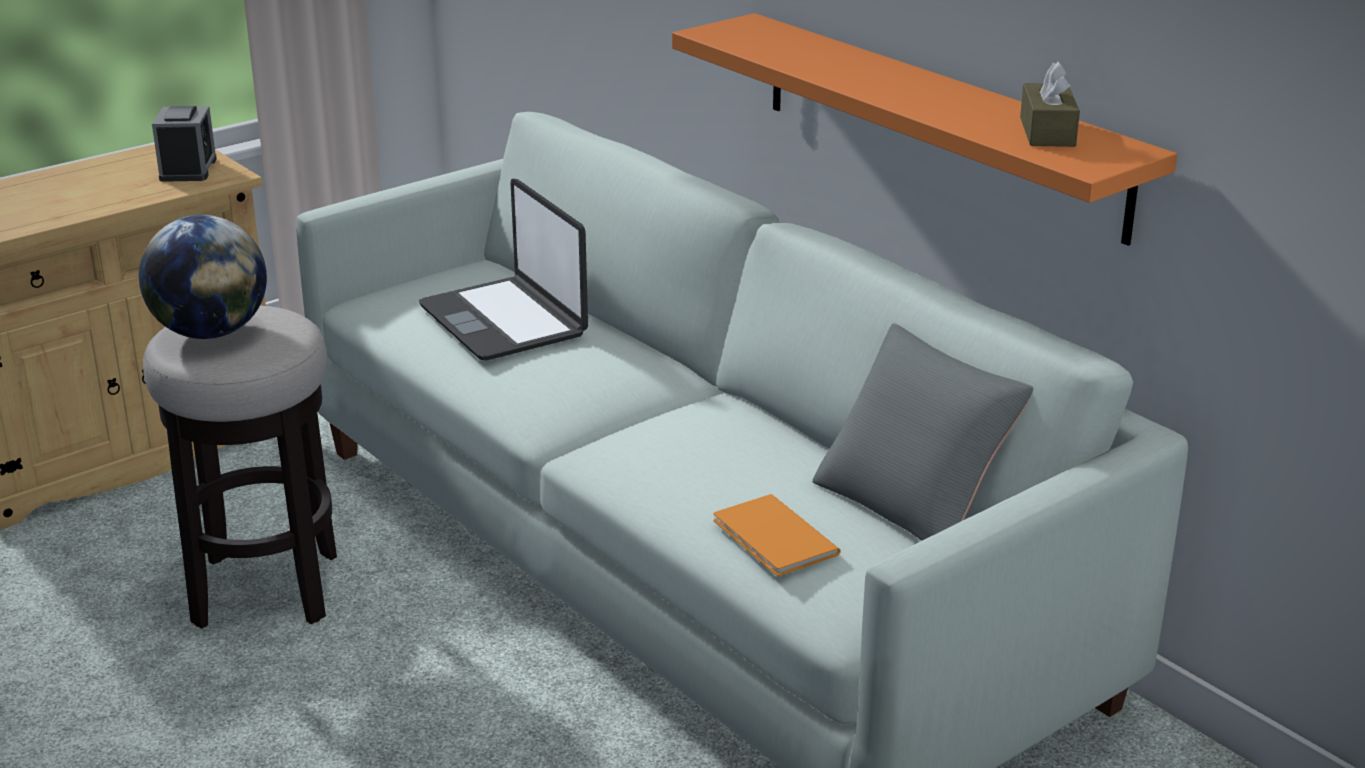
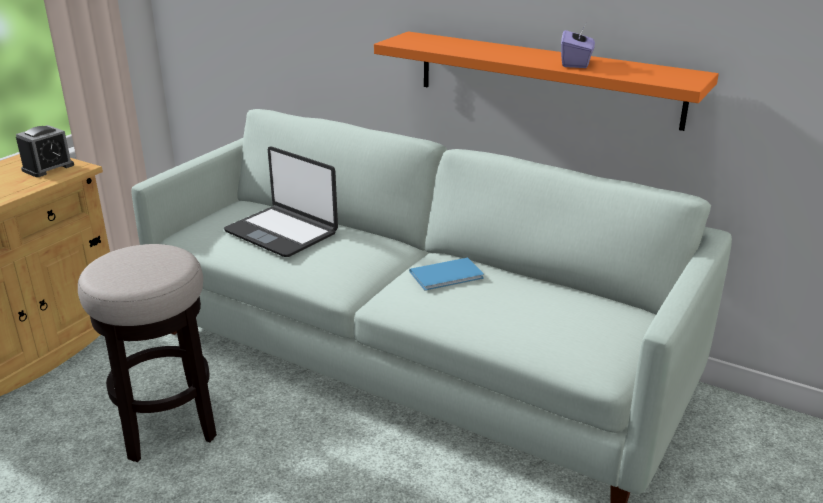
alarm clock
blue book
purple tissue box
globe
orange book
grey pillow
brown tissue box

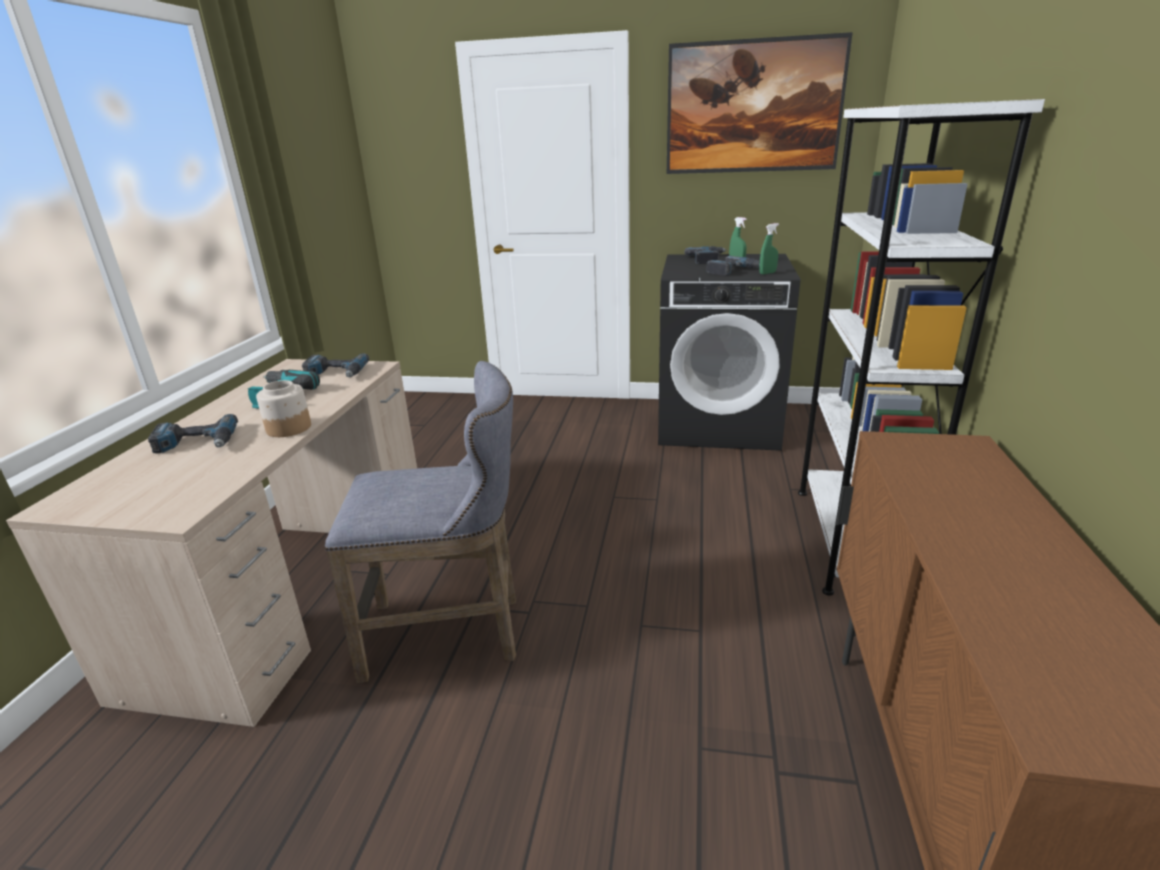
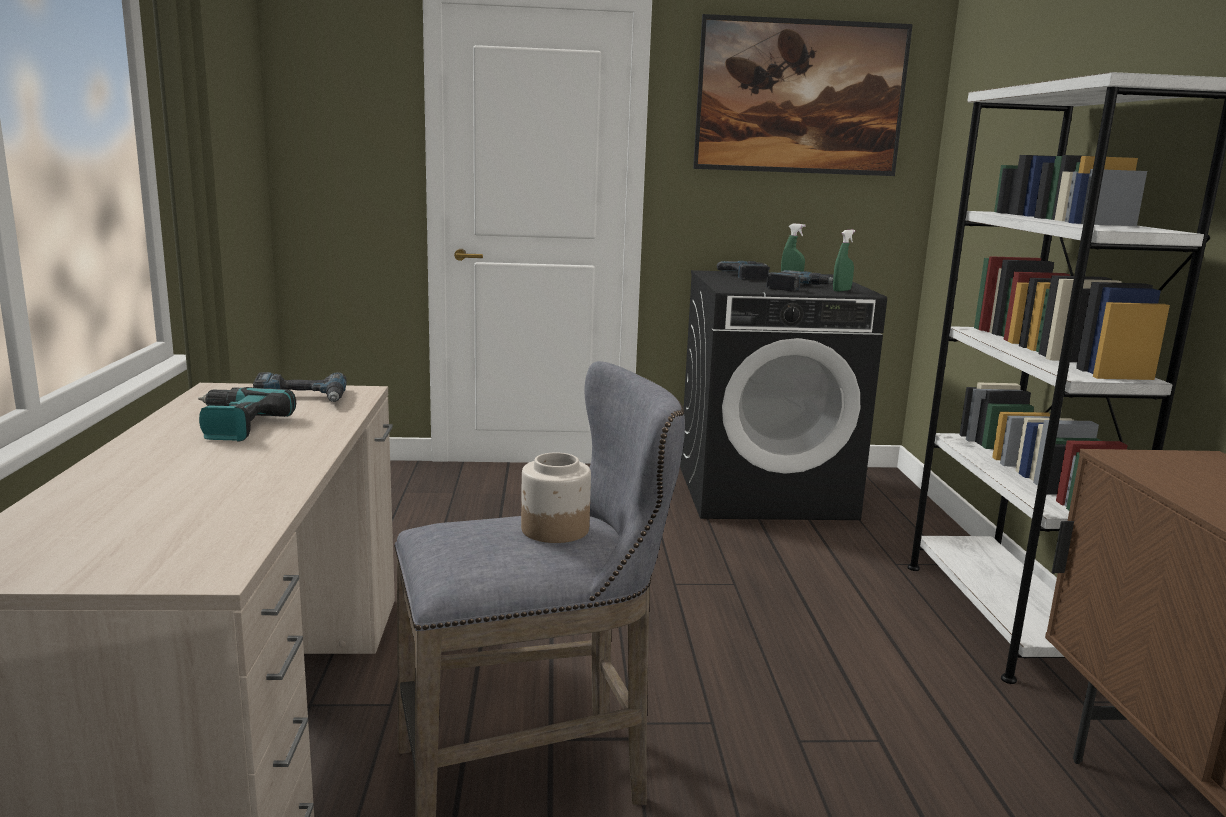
jar
power drill (no. 1 from left in the first image)

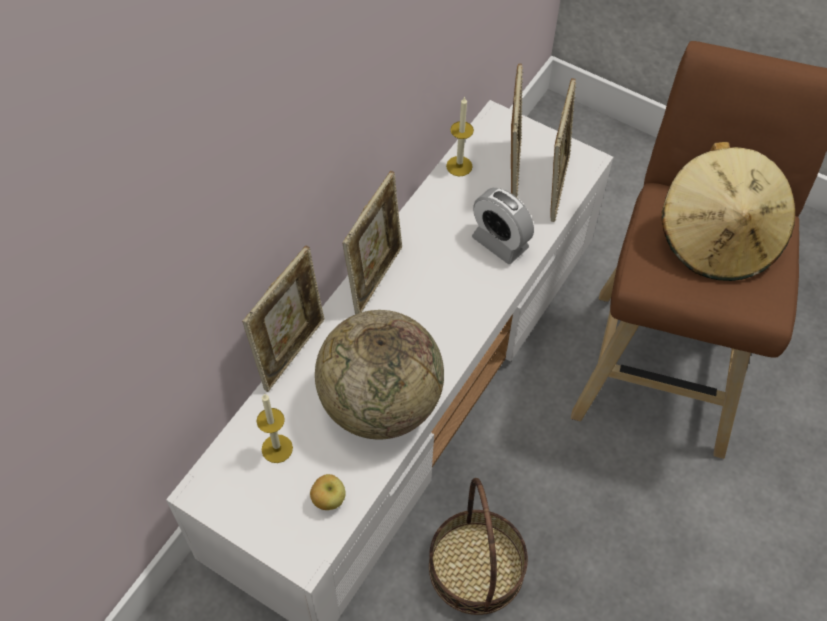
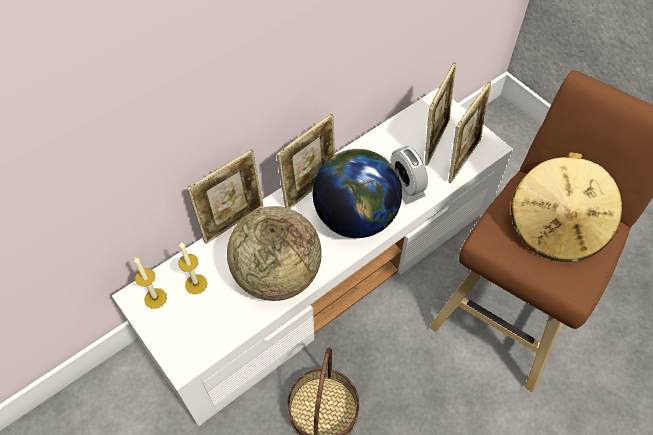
candle (no. 1 from left)
globe (no. 2 from left)
apple

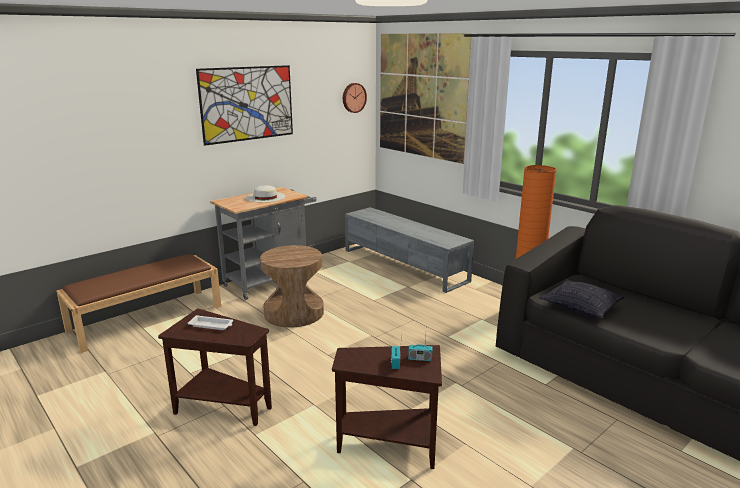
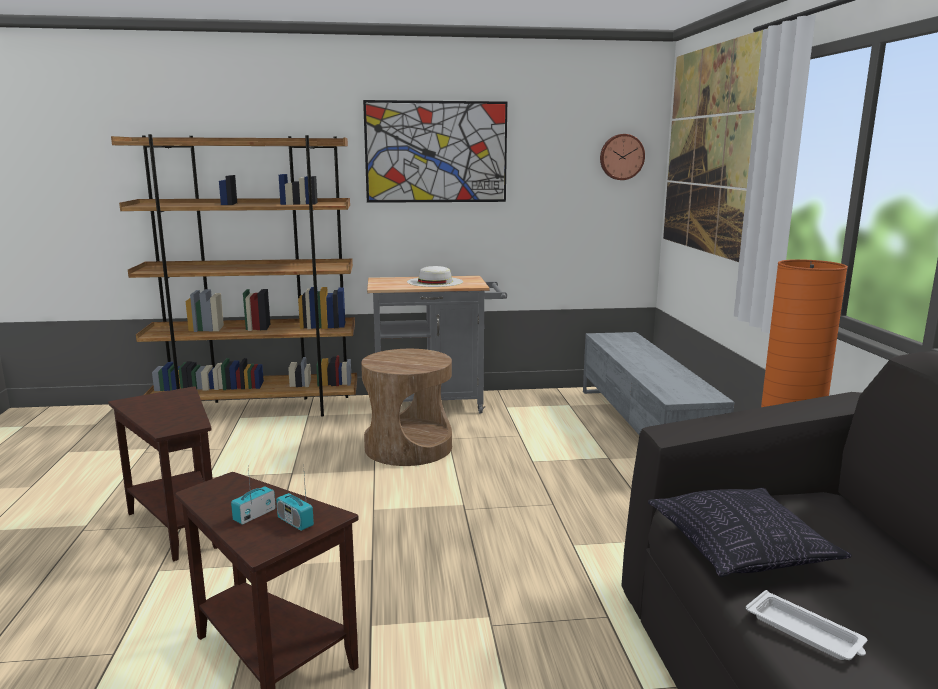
brown bookcase
white tray

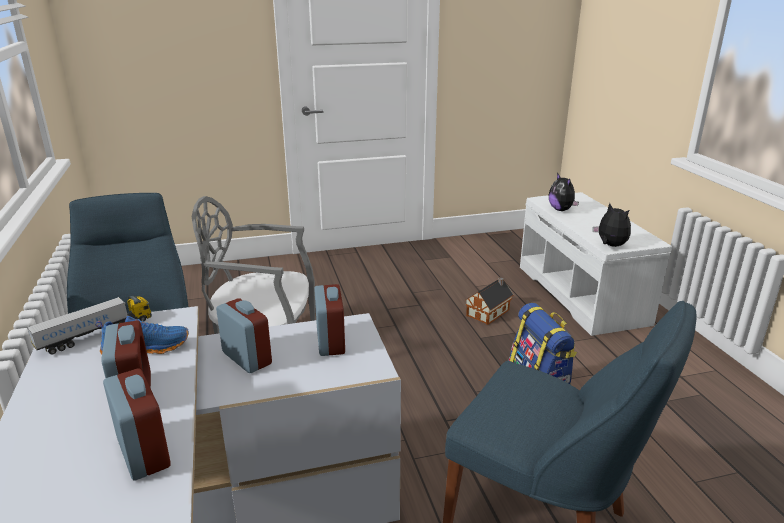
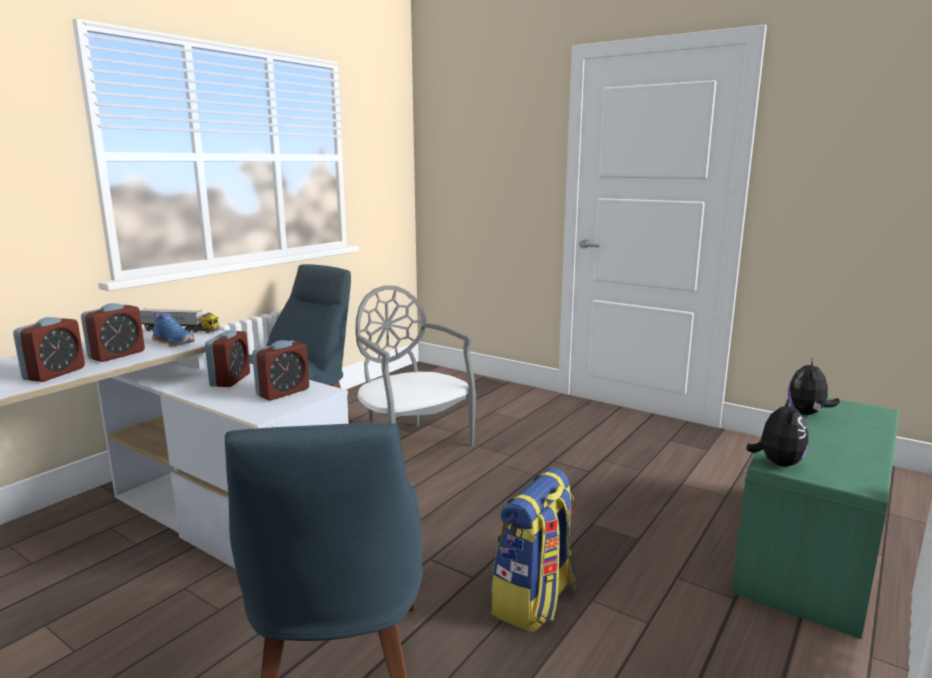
green bench
toy house

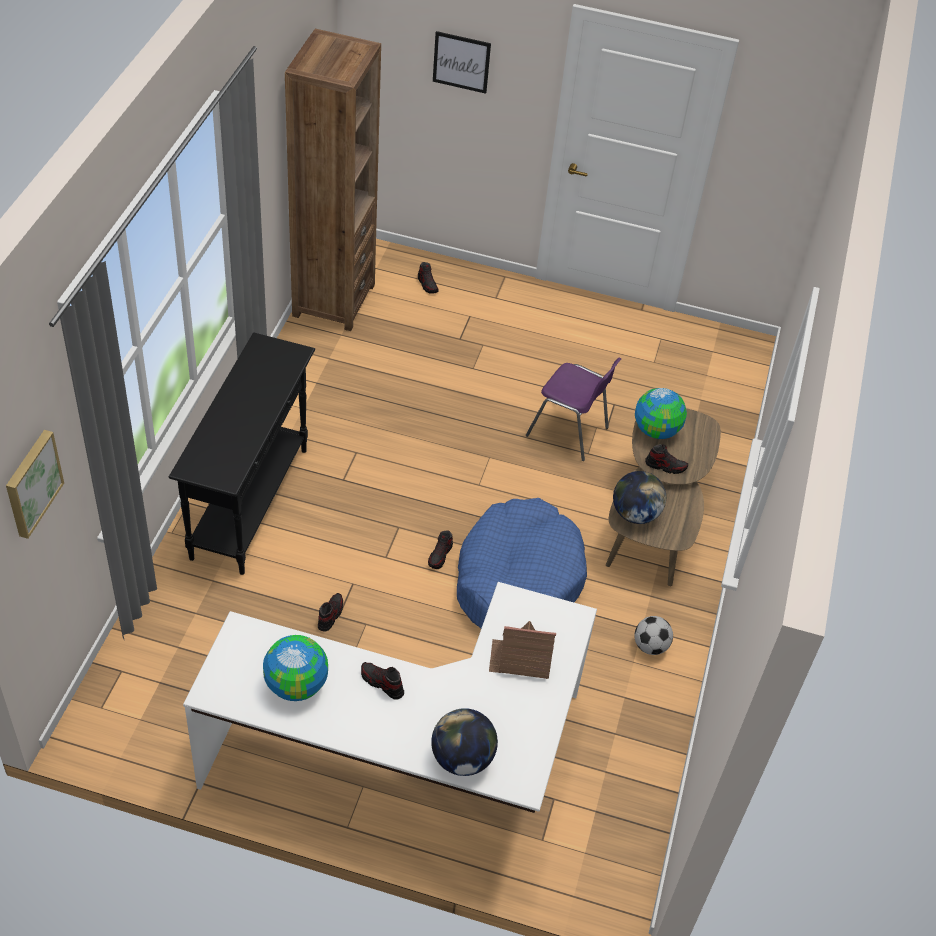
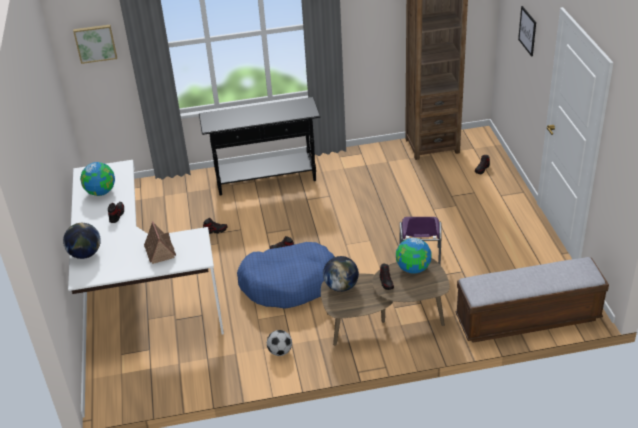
bench

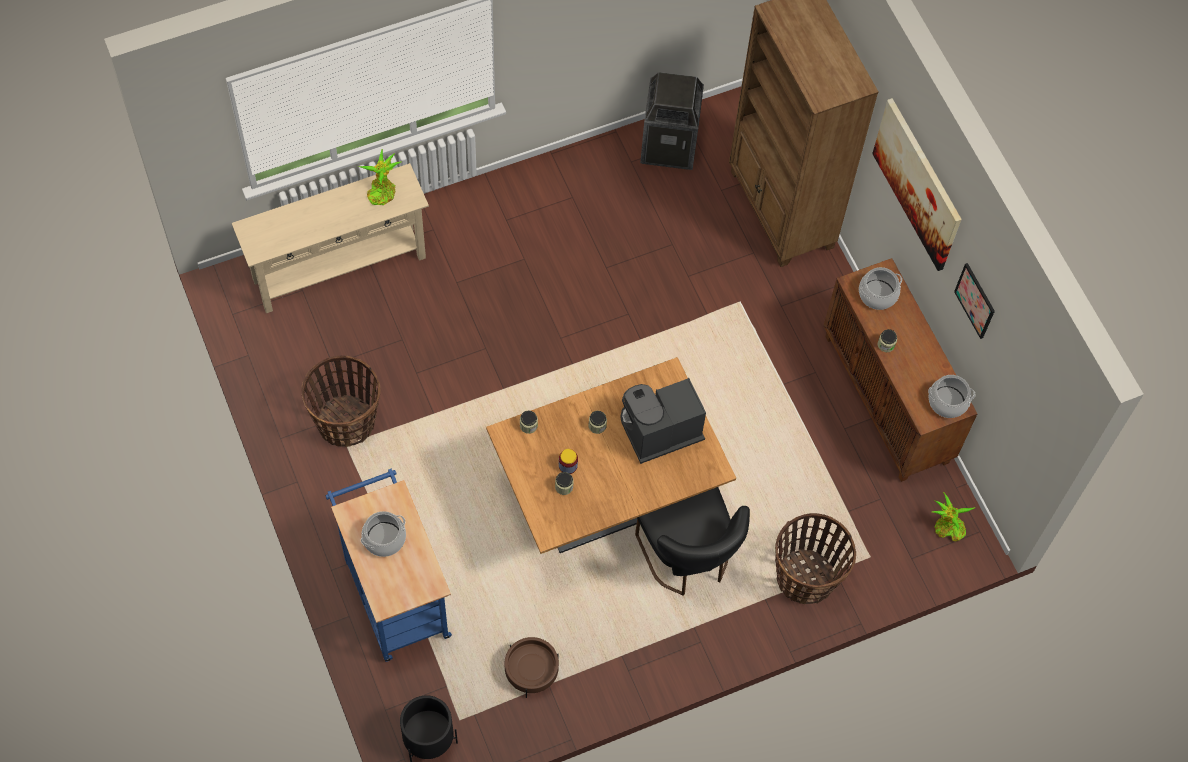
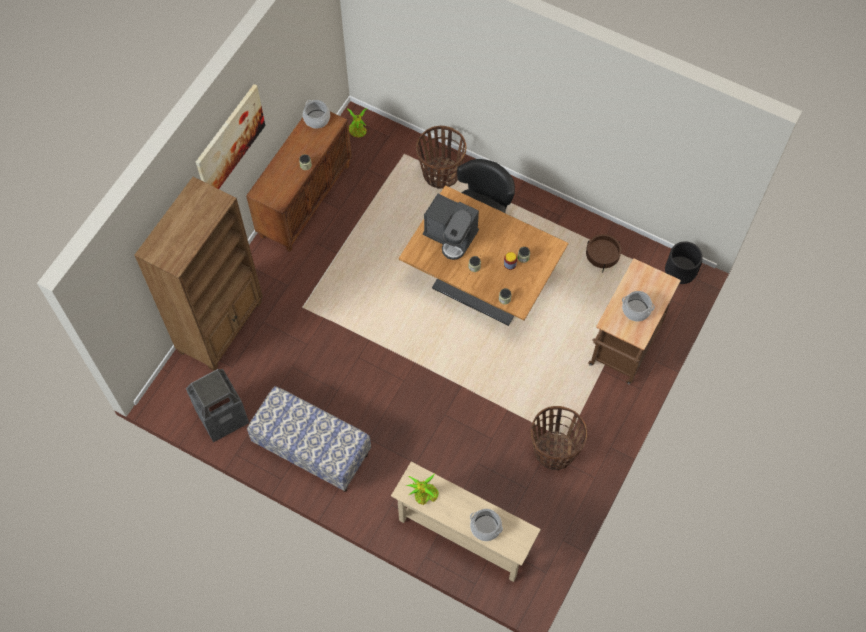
bench
cooking pot (no. 2 from left)
brown cart
picture (no. 2 from left in the first image)

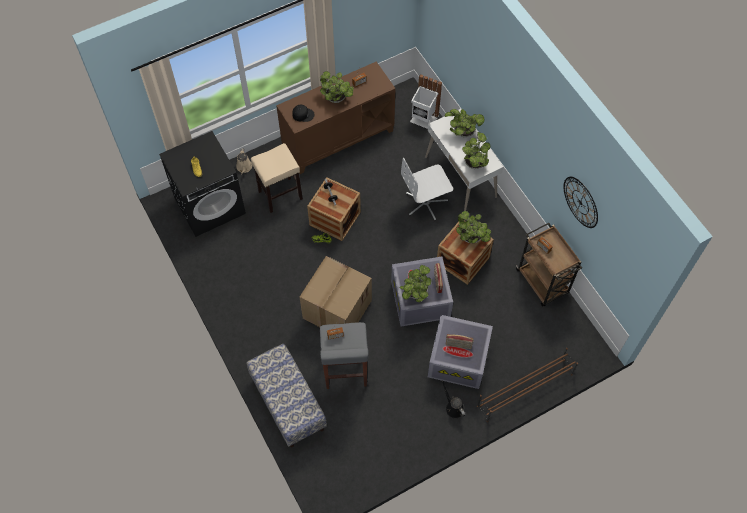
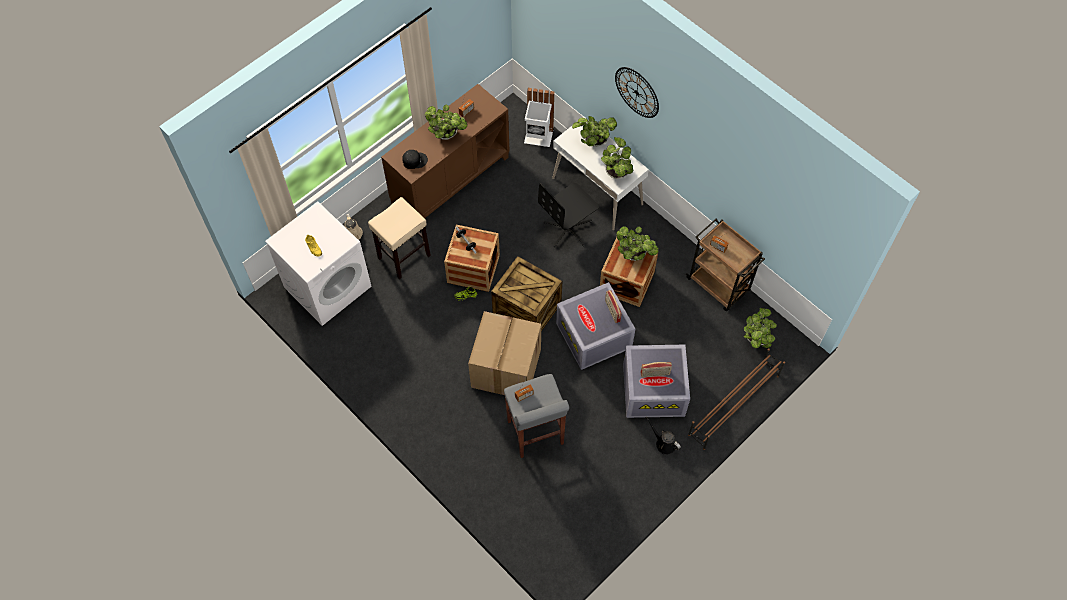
white washing machine
crate (no. 2 from left)
black office chair
wall clock
potted plant (no. 5 from left)
bench

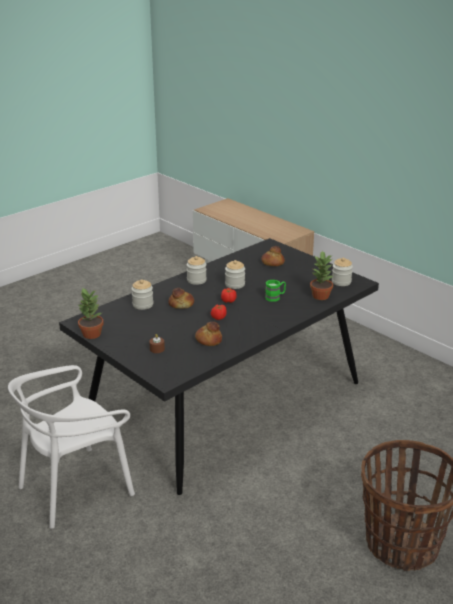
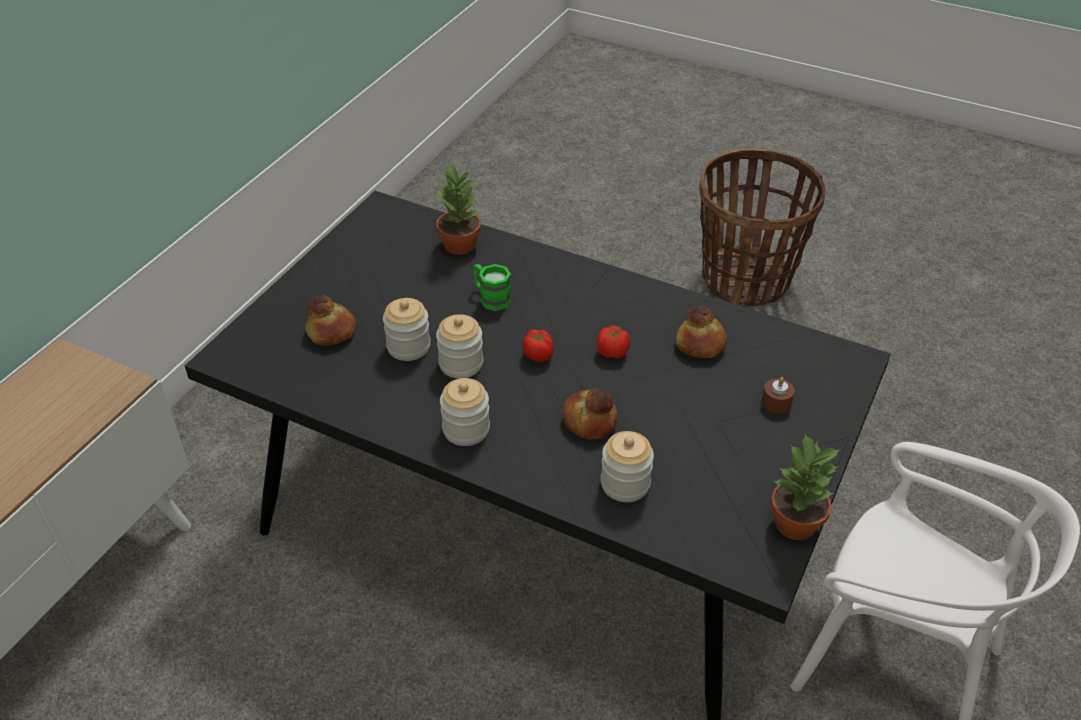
jar (no. 1 from left)

